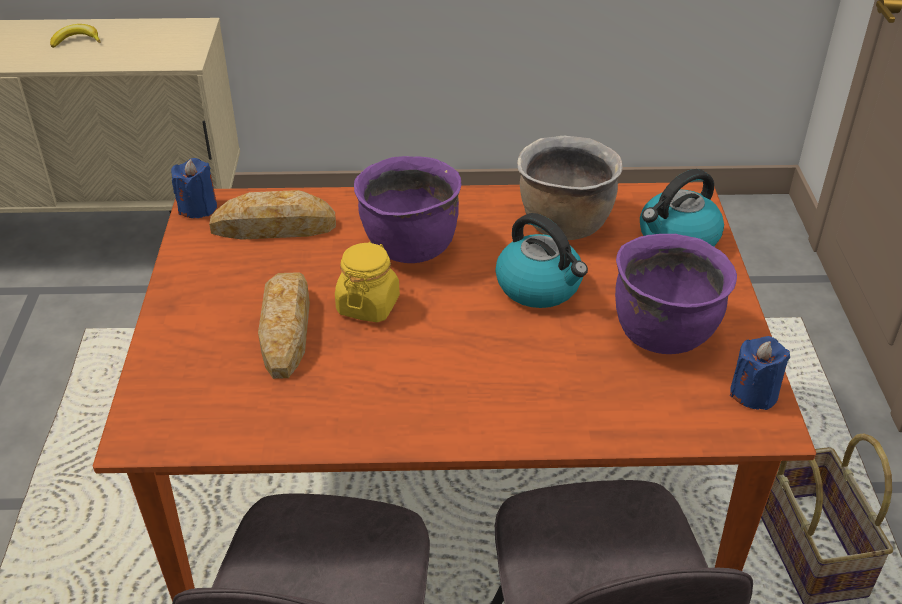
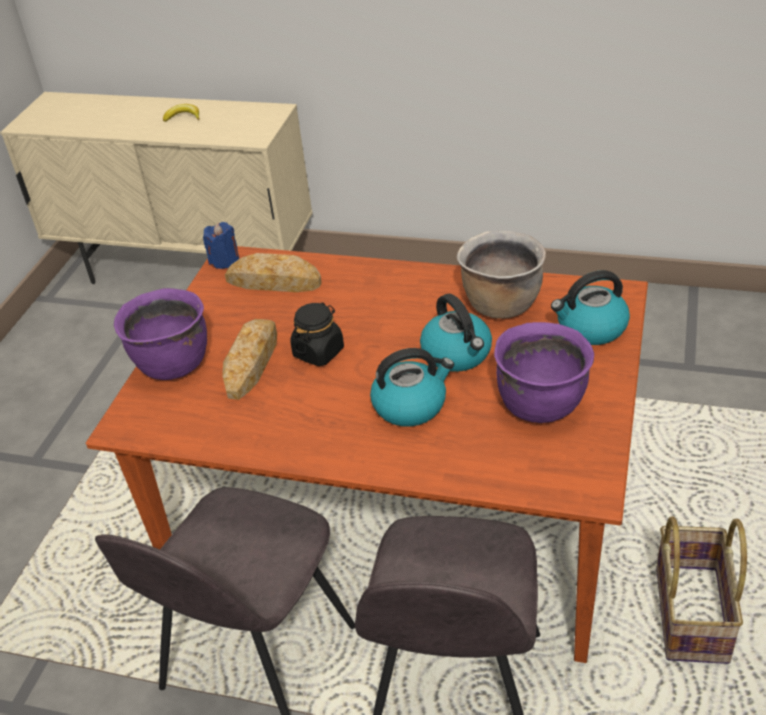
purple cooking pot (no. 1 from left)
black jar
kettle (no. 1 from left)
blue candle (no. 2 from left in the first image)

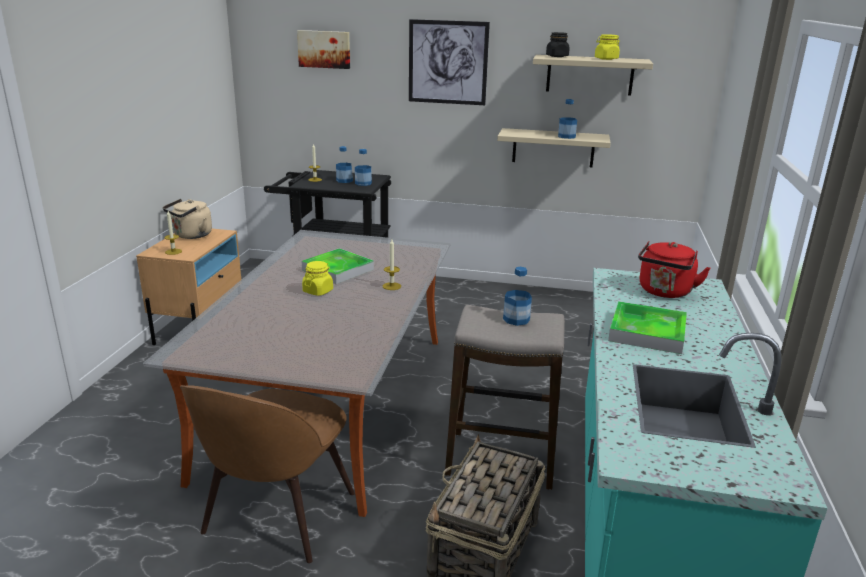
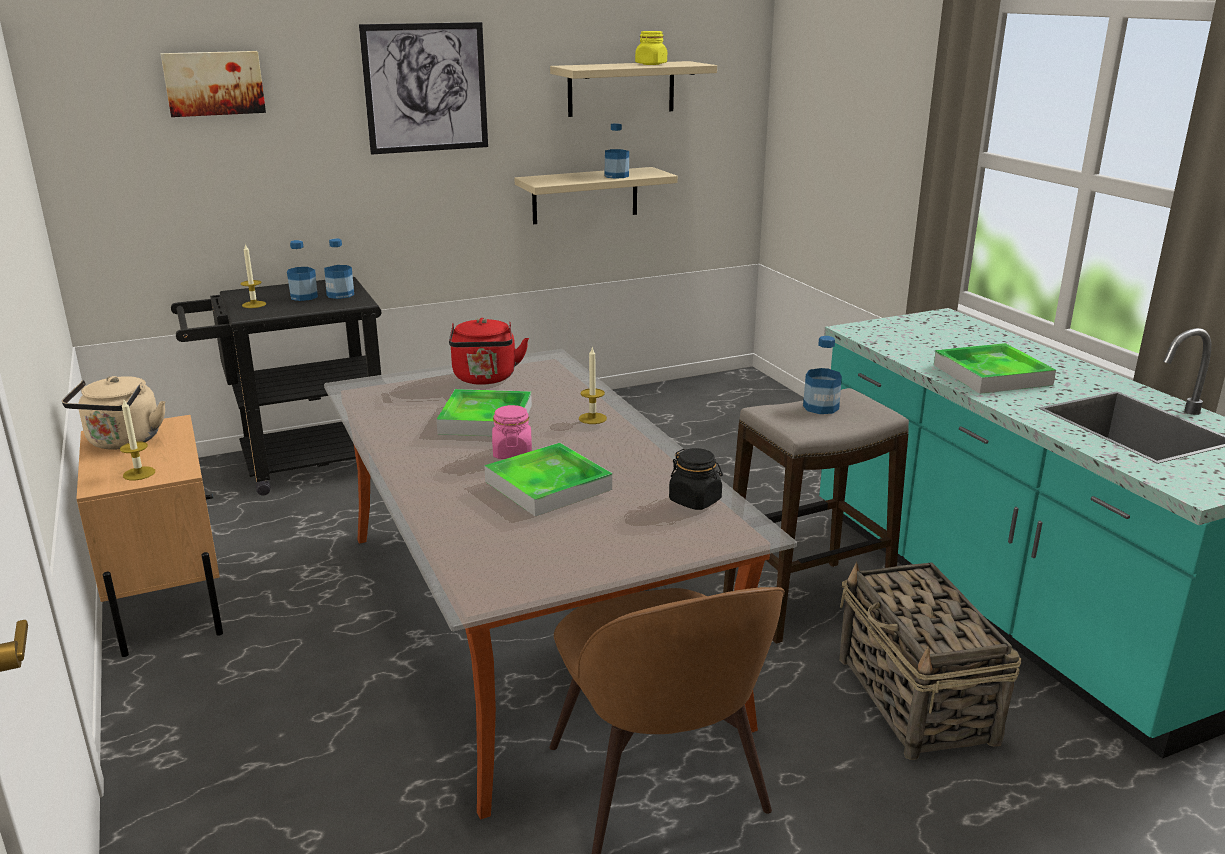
red kettle
tray (no. 2 from left)
pink jar
black jar

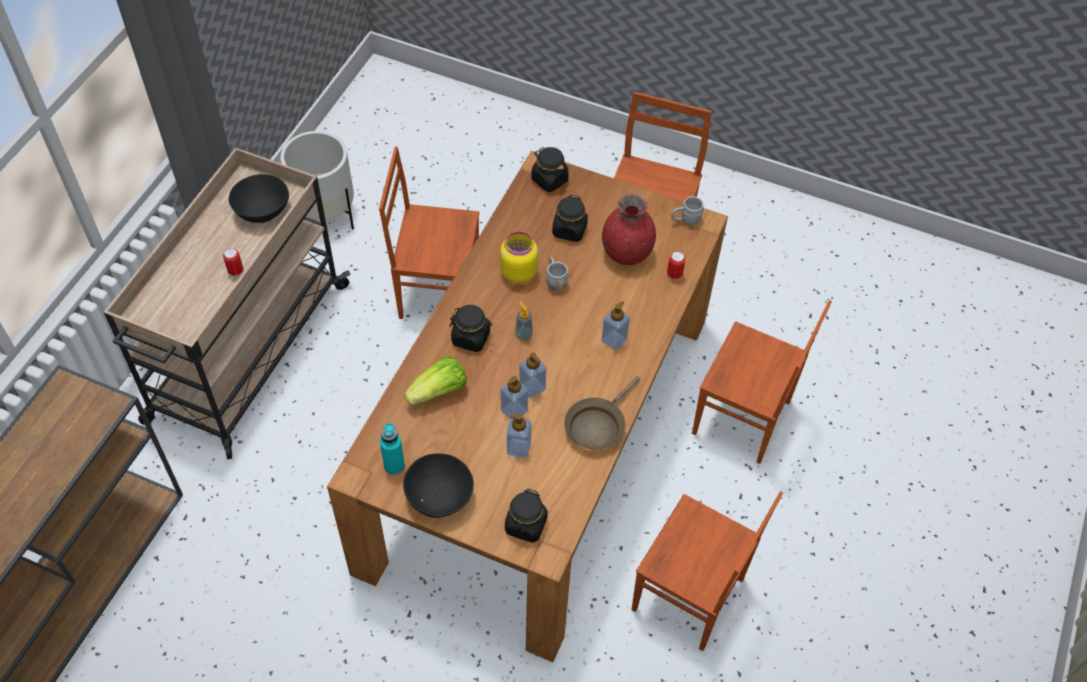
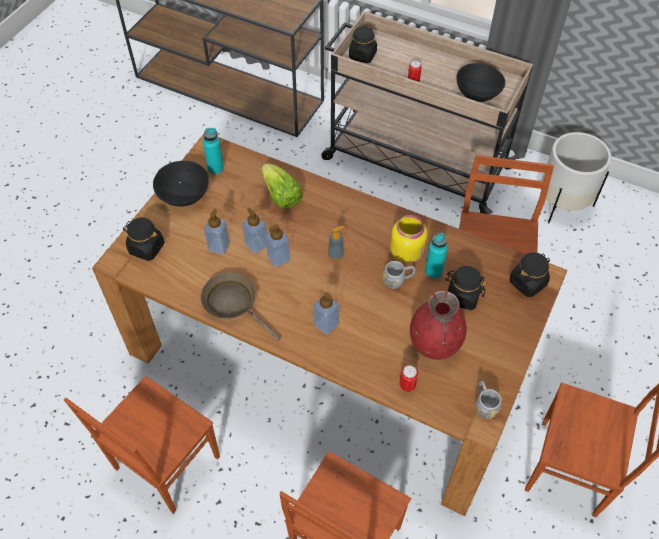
black jar (no. 2 from left)
turquoise bottle (no. 2 from left)

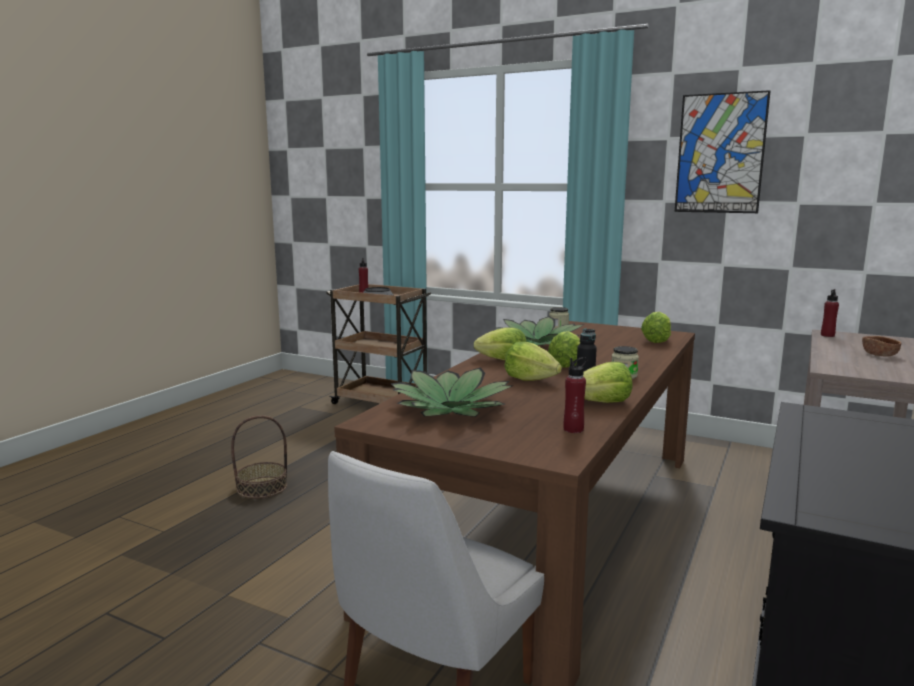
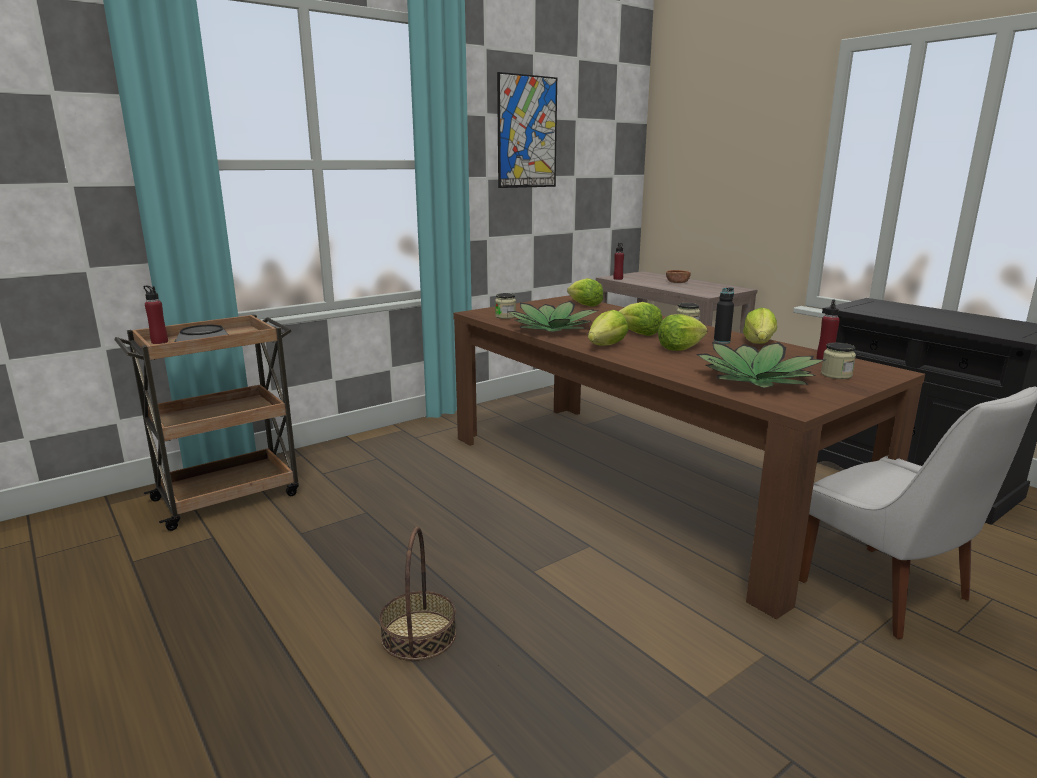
jar (no. 3 from left)

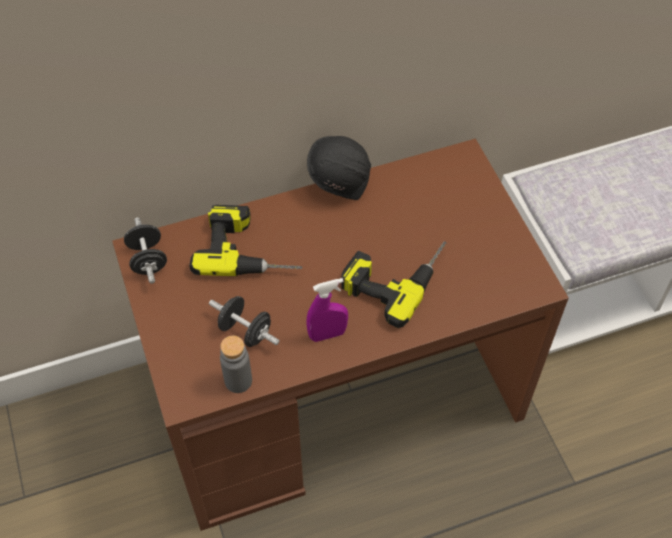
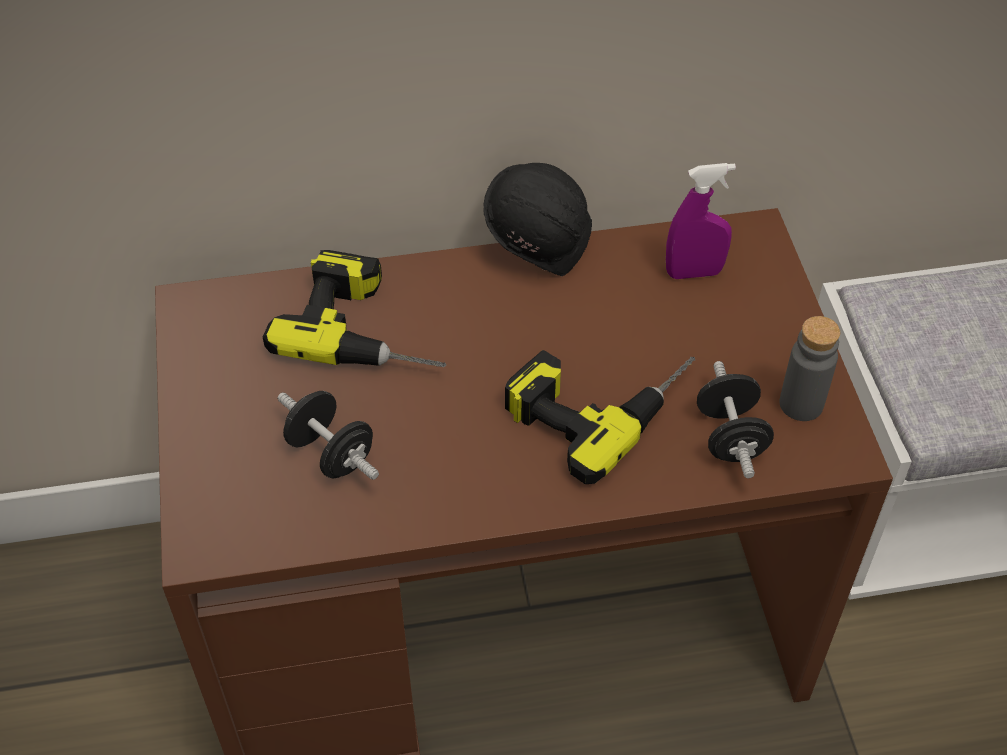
purple spray bottle
black dumbbell (no. 2 from left)
grey bottle

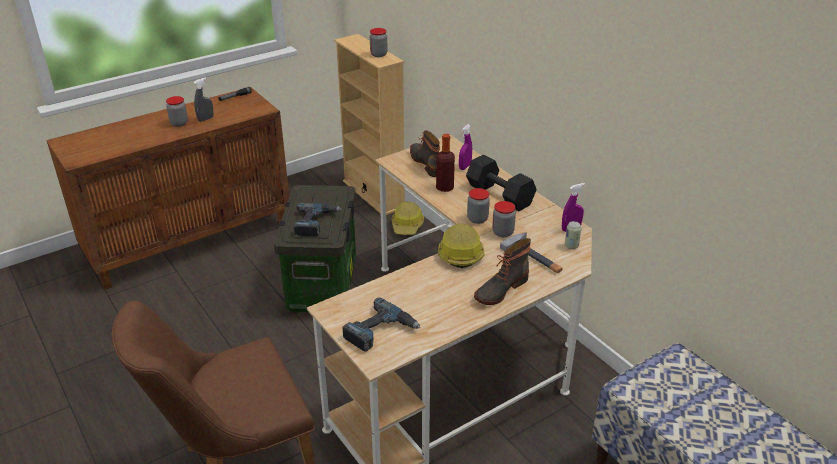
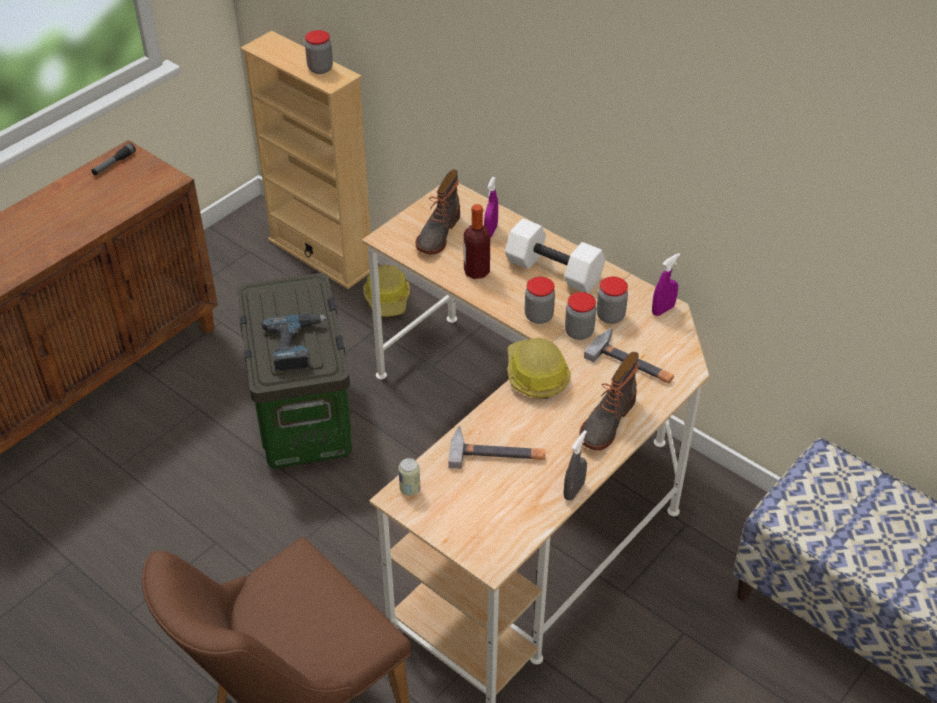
can
boot (no. 1 from left)
hammer (no. 1 from left)
white dumbbell
grey spray bottle
jar (no. 4 from left)
power drill (no. 2 from left in the first image)

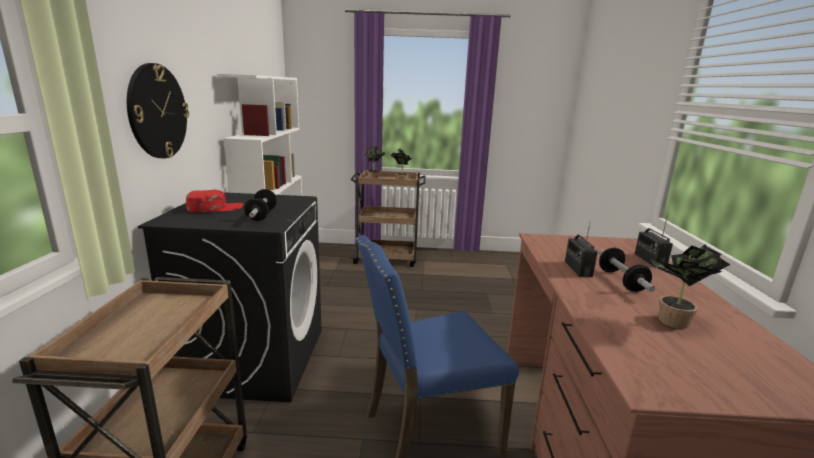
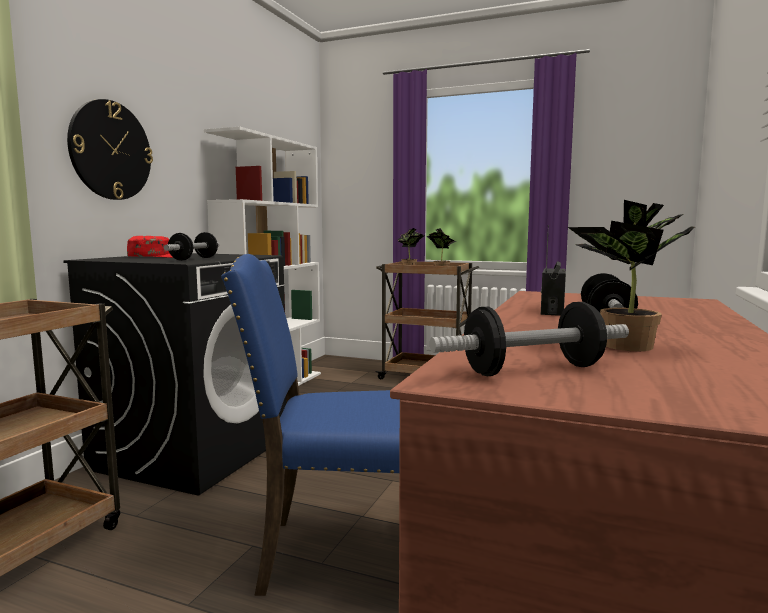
dumbbell (no. 2 from left)
radio (no. 2 from left in the first image)

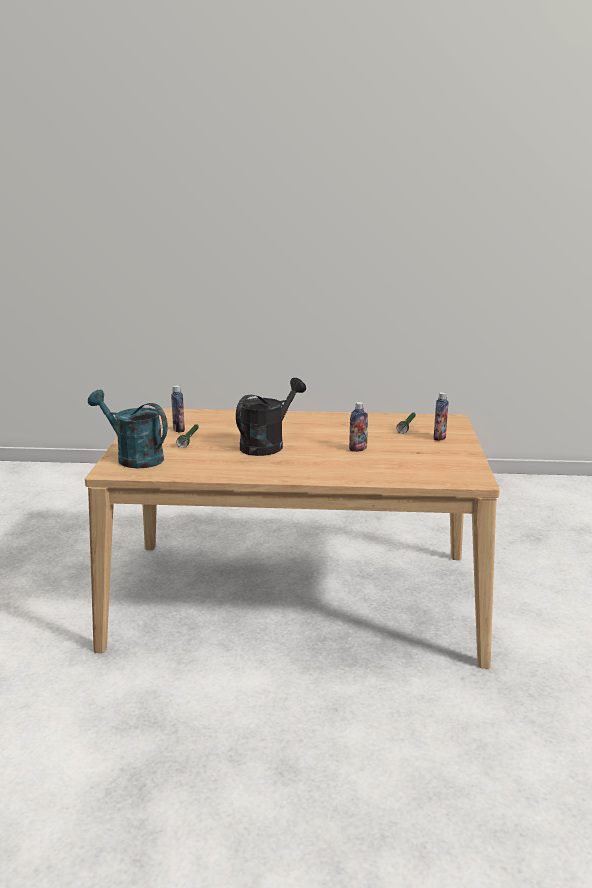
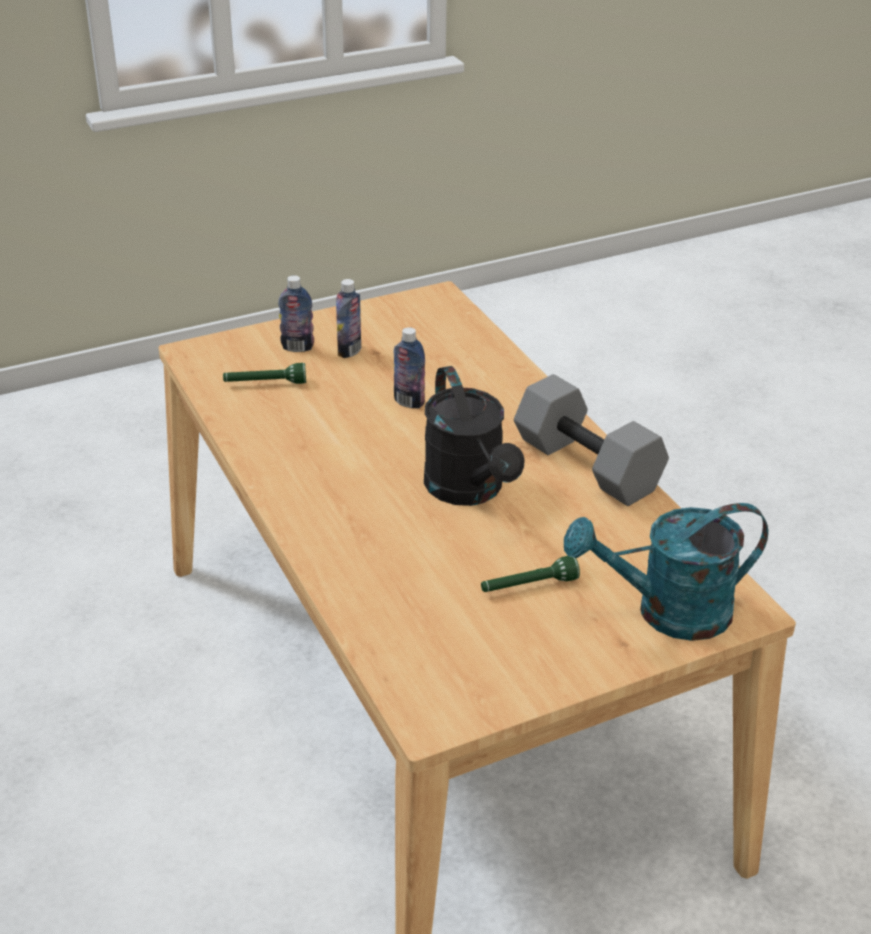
bottle (no. 2 from left)
black watering can
grey dumbbell
turquoise watering can

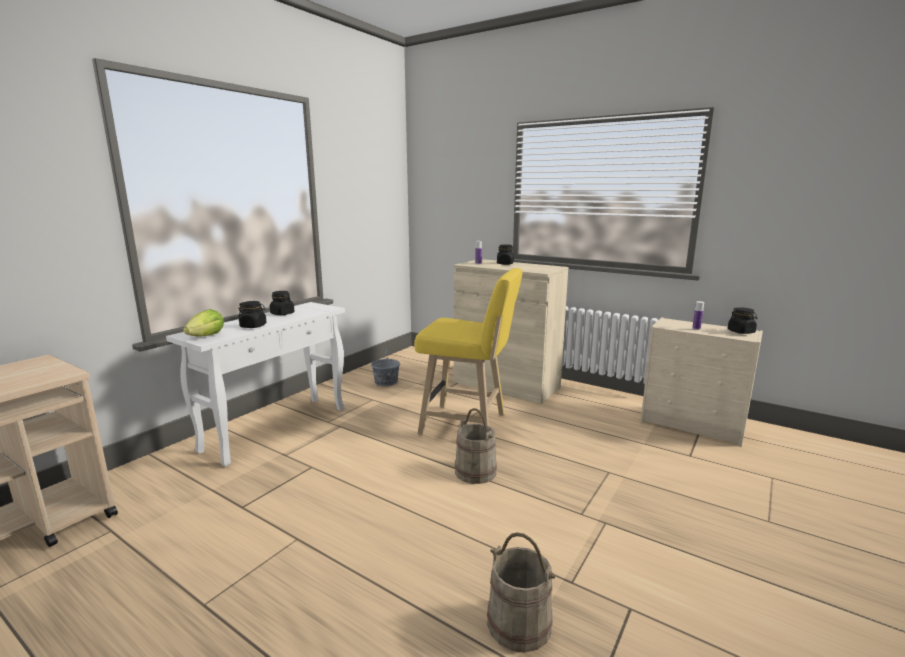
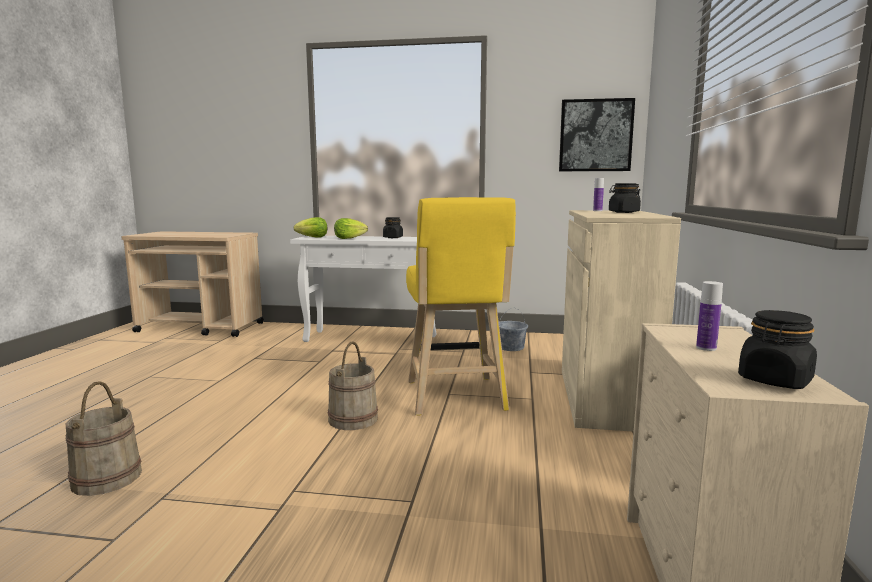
lettuce (no. 2 from left)
picture

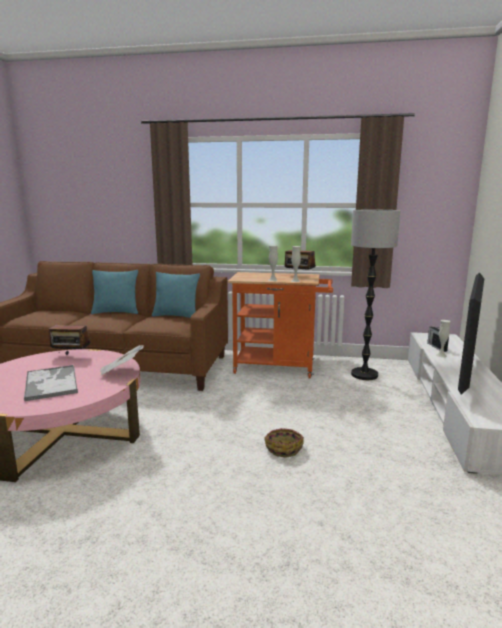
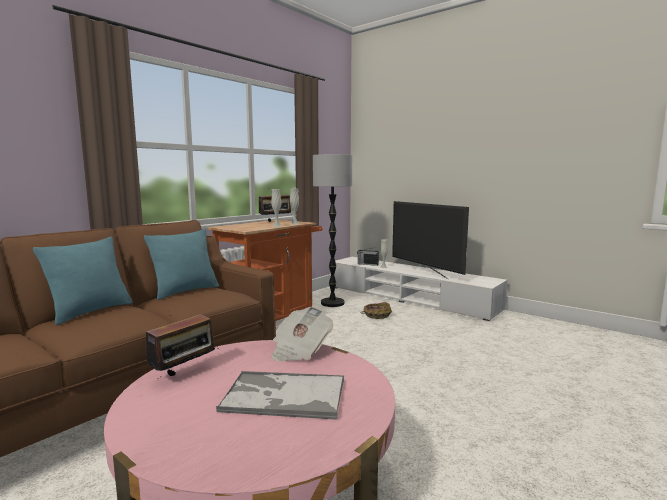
basket

